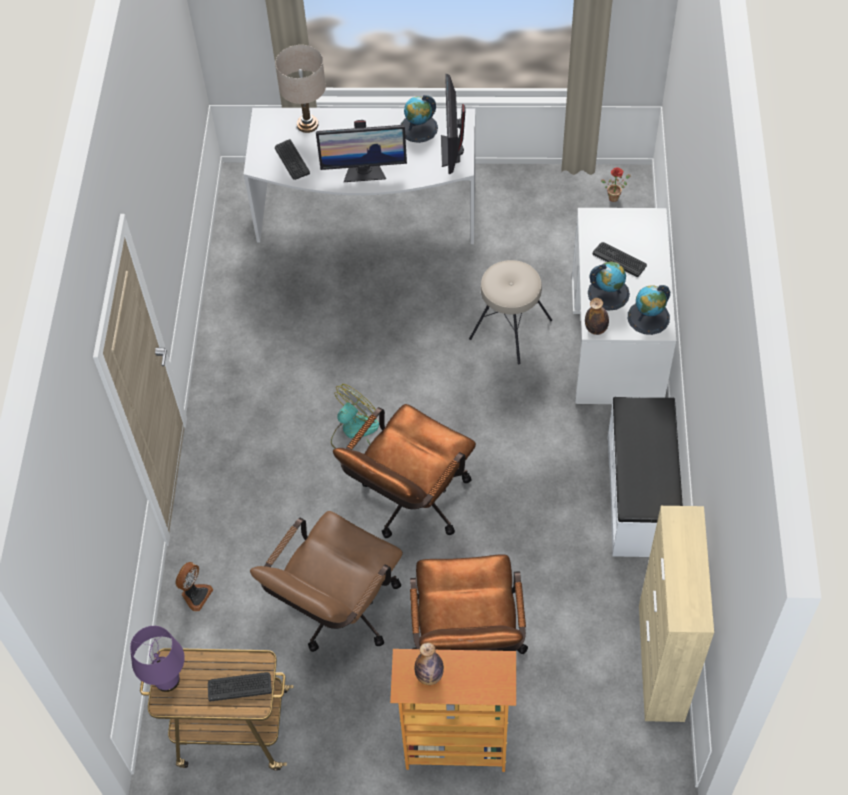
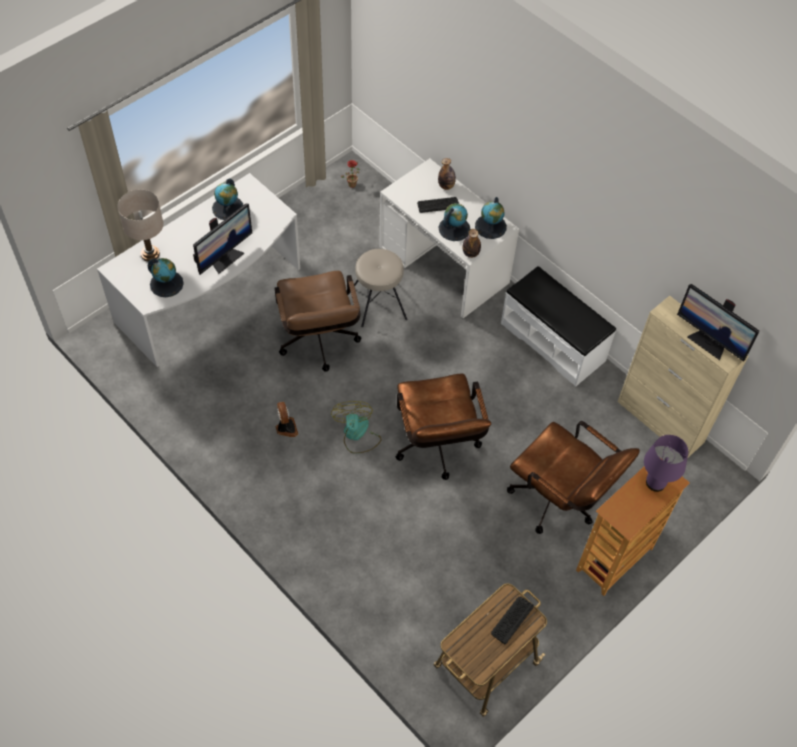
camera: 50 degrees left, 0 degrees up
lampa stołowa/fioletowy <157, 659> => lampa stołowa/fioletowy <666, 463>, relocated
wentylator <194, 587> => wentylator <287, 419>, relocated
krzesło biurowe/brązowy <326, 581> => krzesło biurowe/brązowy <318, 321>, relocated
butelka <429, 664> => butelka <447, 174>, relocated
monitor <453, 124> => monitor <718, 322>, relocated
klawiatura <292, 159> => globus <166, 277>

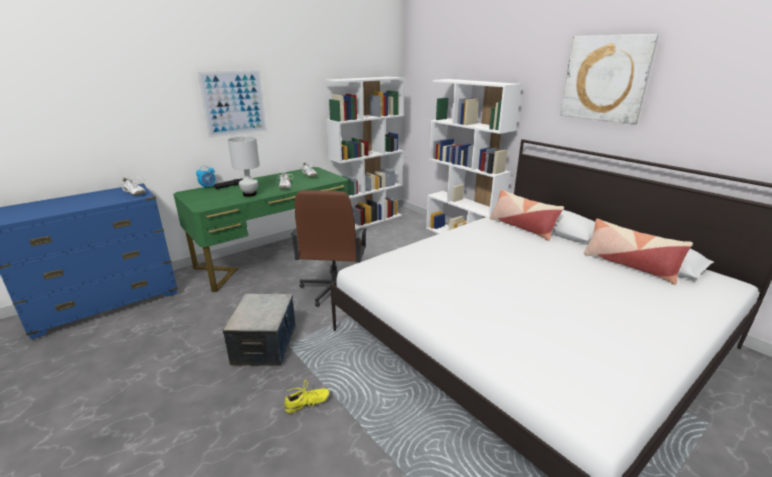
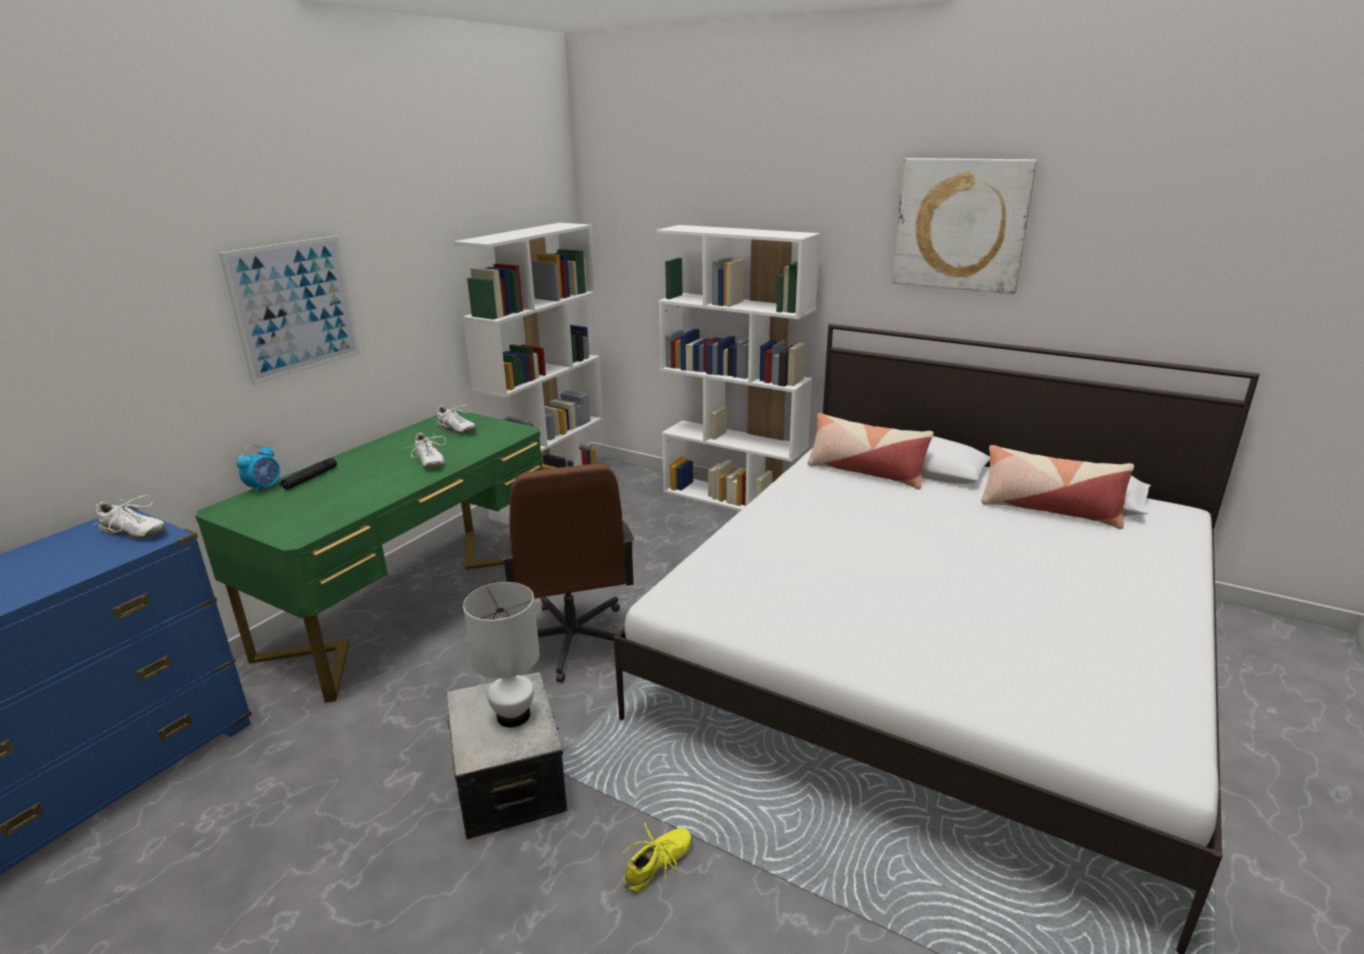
camera: 20 degrees left, 0 degrees up
lampa stołowa/biały <244, 167> => lampa stołowa/biały <501, 654>, relocated

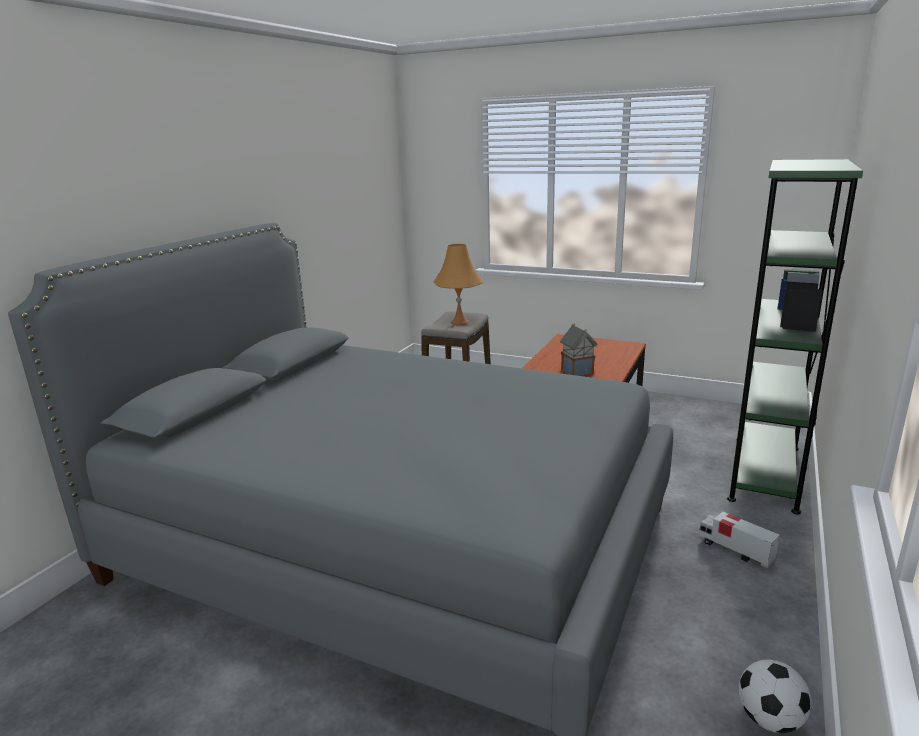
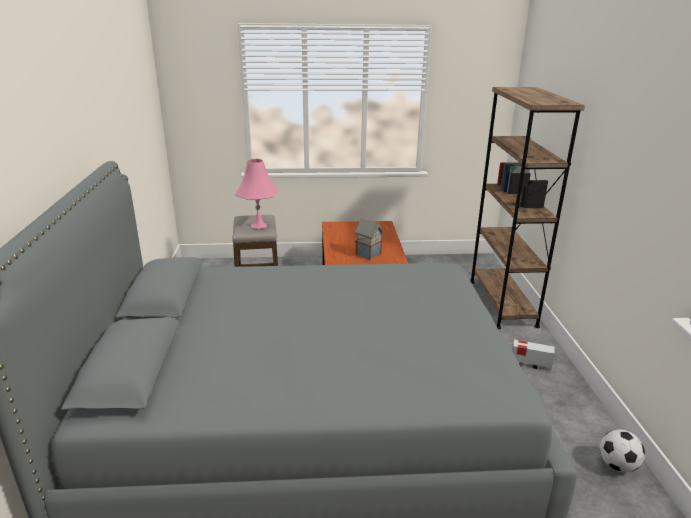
camera: 30 degrees left, 5 degrees up
lampa stołowa/pomarańczowy <458, 284> => lampa stołowa/różowy <257, 194>
regał/zielony <795, 336> => regał/brązowy <528, 208>

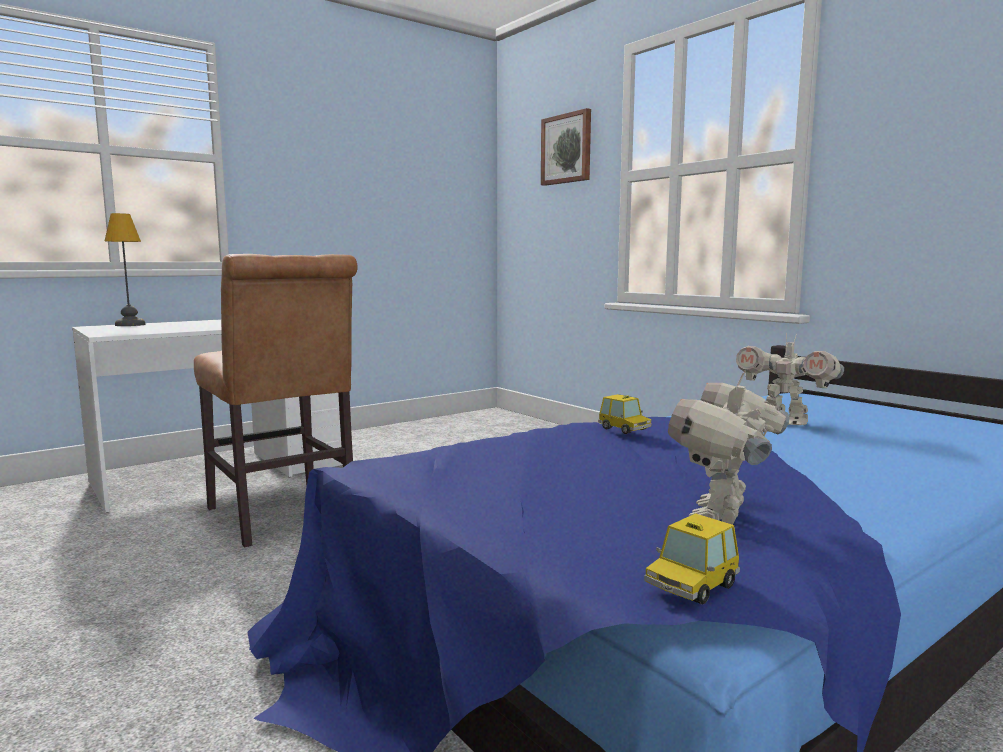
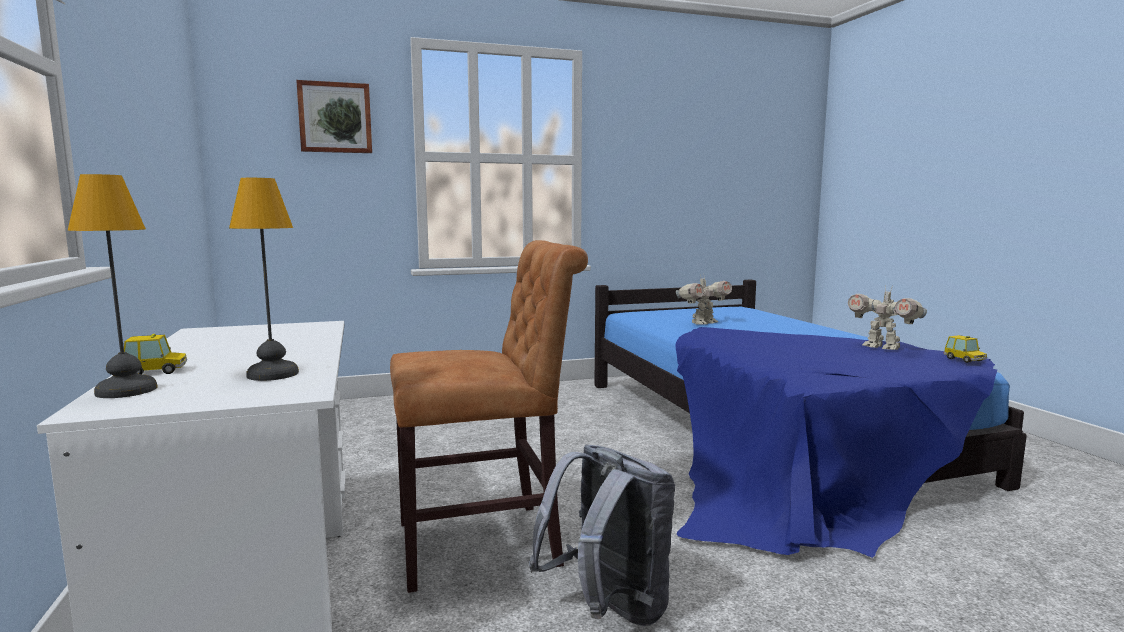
camera: 70 degrees left, 0 degrees up
nothing => lampa stołowa <264, 279>
nothing => plecak/szary <602, 535>
samochodzik <625, 414> => samochodzik <155, 354>, relocated

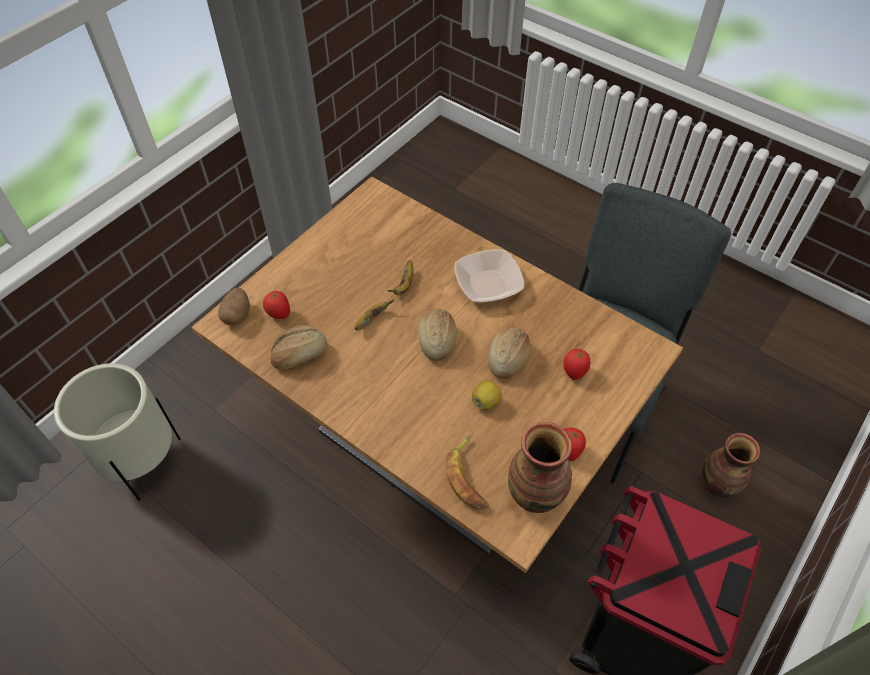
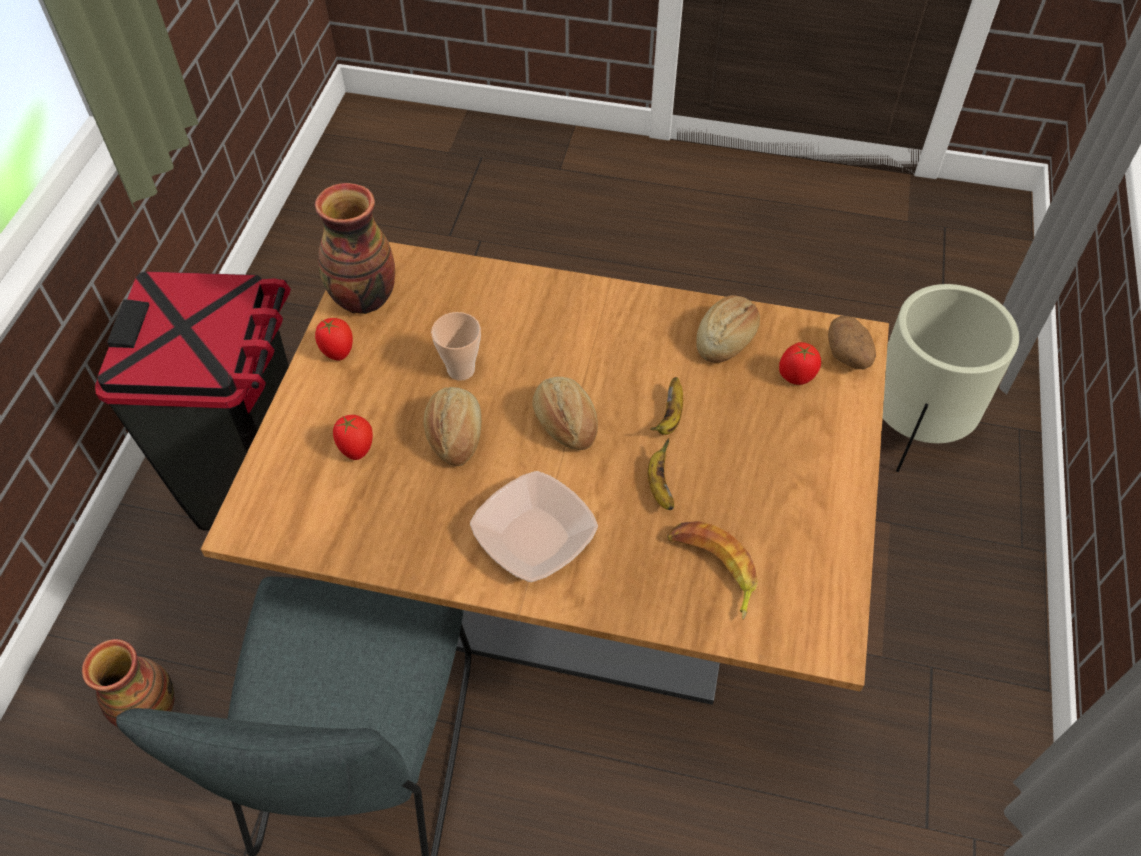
camera: 155 degrees right, 0 degrees up
banan <467, 472> => banan <712, 570>, relocated
cytryna <487, 395> => filiżanka <456, 346>

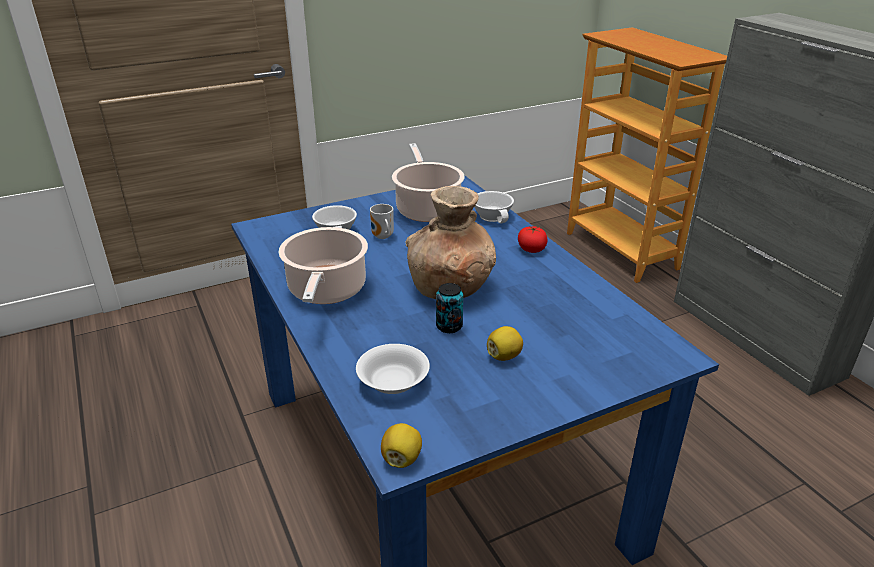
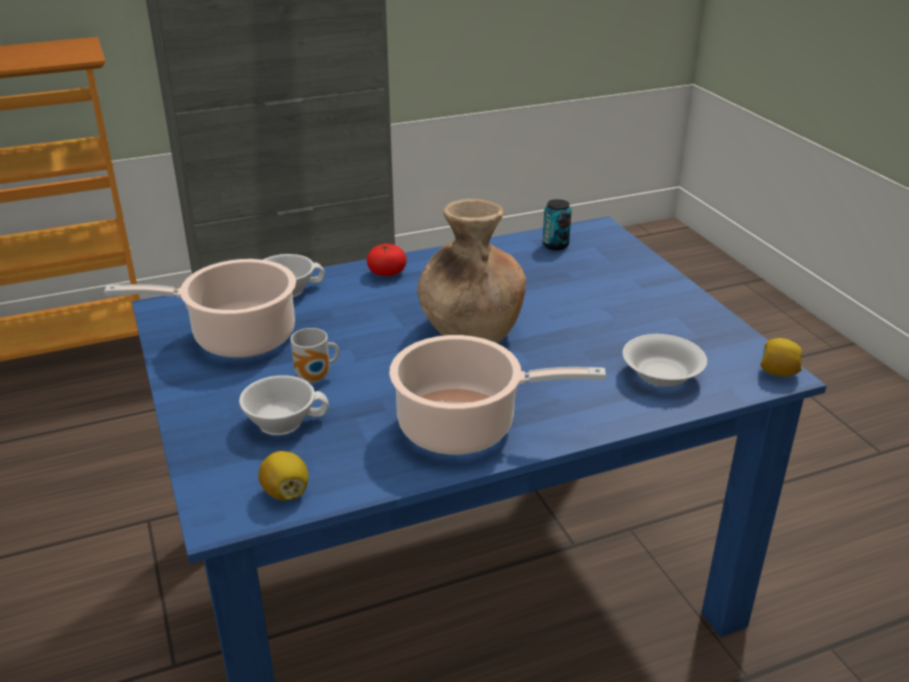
camera: 85 degrees left, 0 degrees up
puszka <449, 308> => puszka <557, 224>, relocated
cytryna <505, 343> => cytryna <283, 476>, relocated

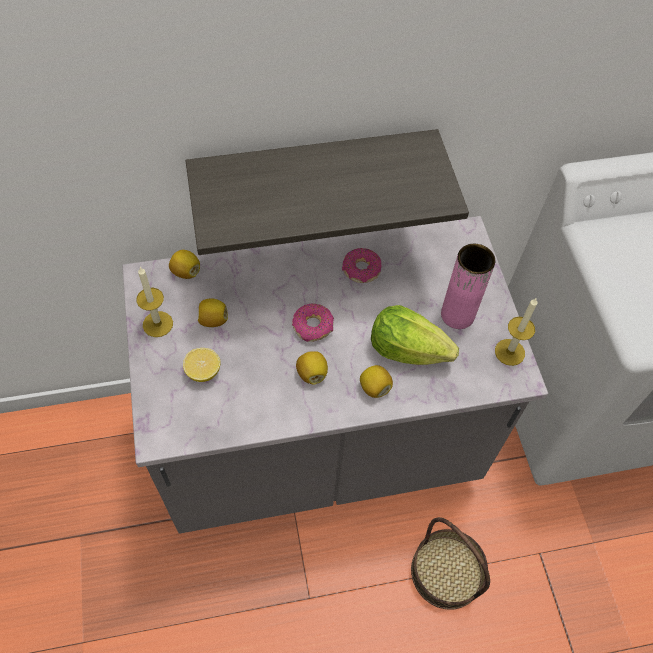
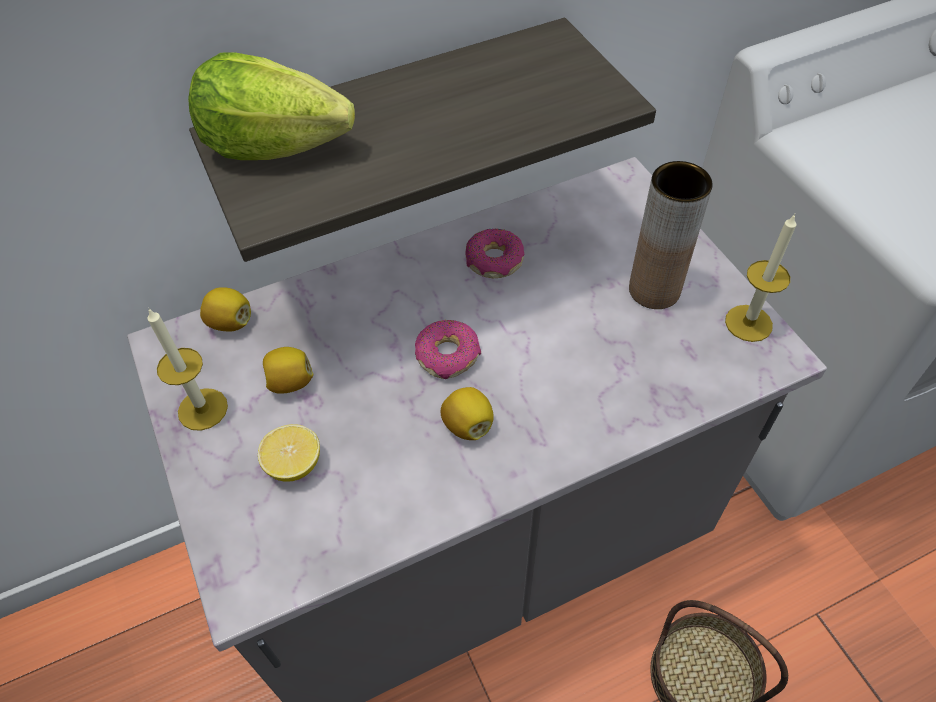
camera: 10 degrees left, 5 degrees down
cytryna <376, 381> => nothing
sałata <415, 335> => sałata <271, 106>, relocated
wazon/różowy <468, 286> => wazon/brązowy <671, 235>

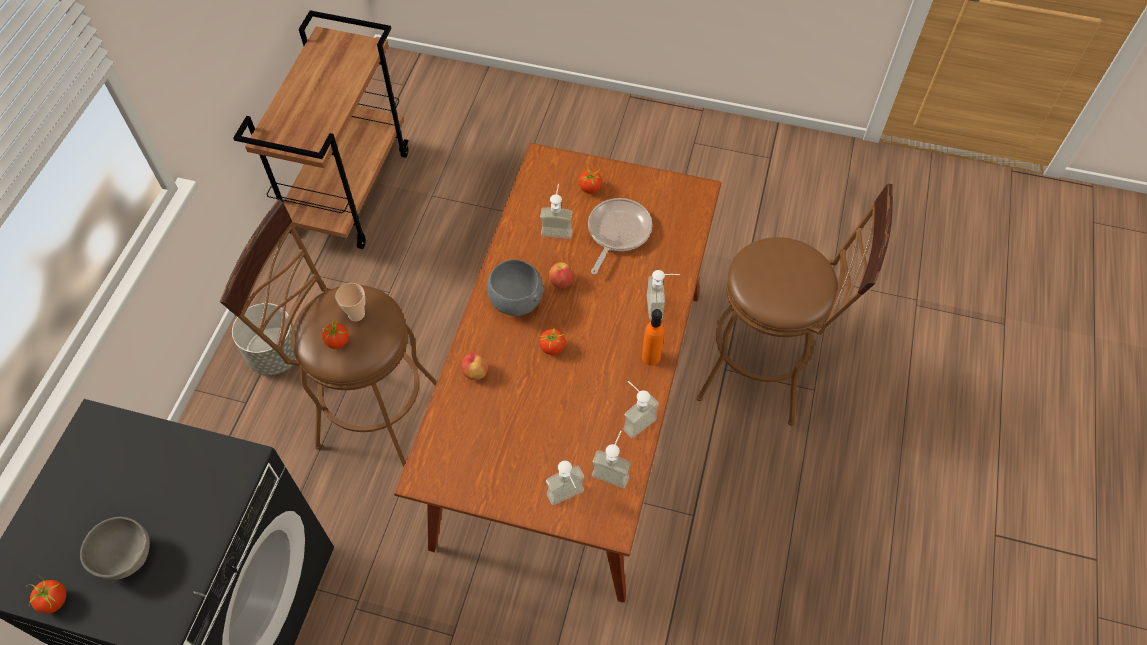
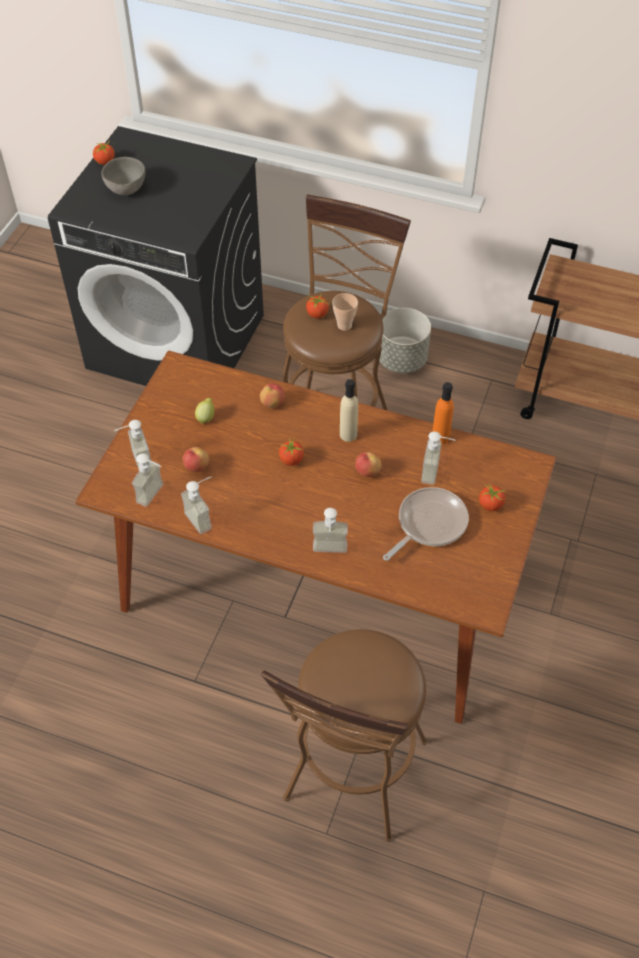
camera: 95 degrees right, 5 degrees down
nothing => jabłko <195, 459>
nothing => cytryna <204, 411>
butelka/pomarańczowy <653, 337> => butelka/pomarańczowy <443, 413>, relocated
miska/szary <515, 288> => butelka/beżowy <349, 410>
patelnia <620, 236> => patelnia <426, 524>, 75 degrees counterclockwise

